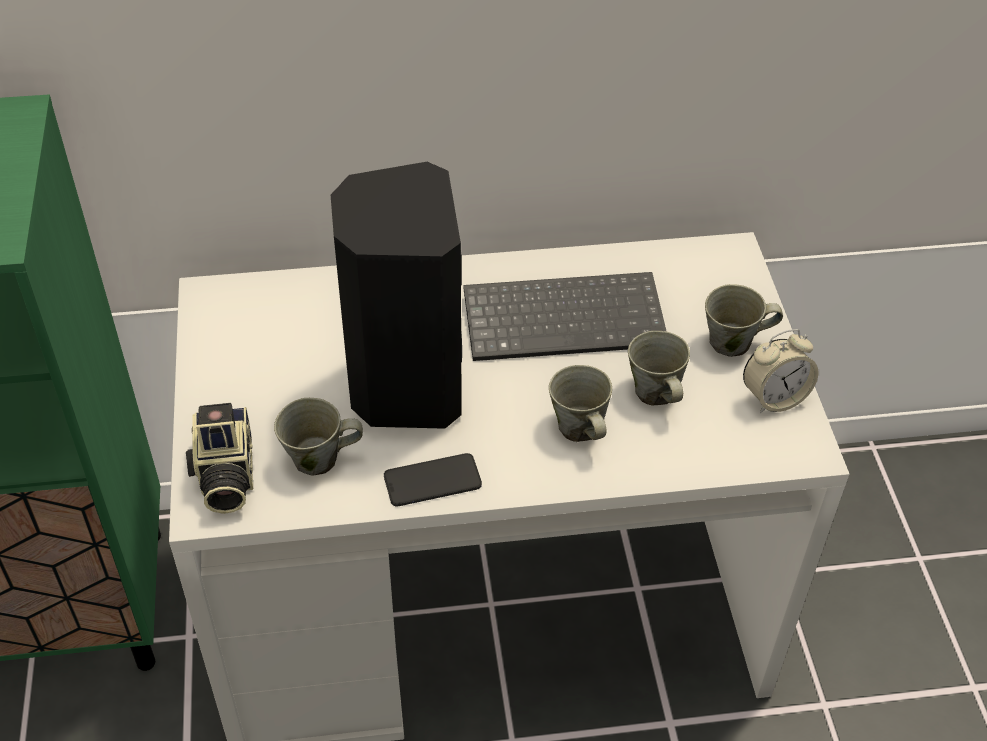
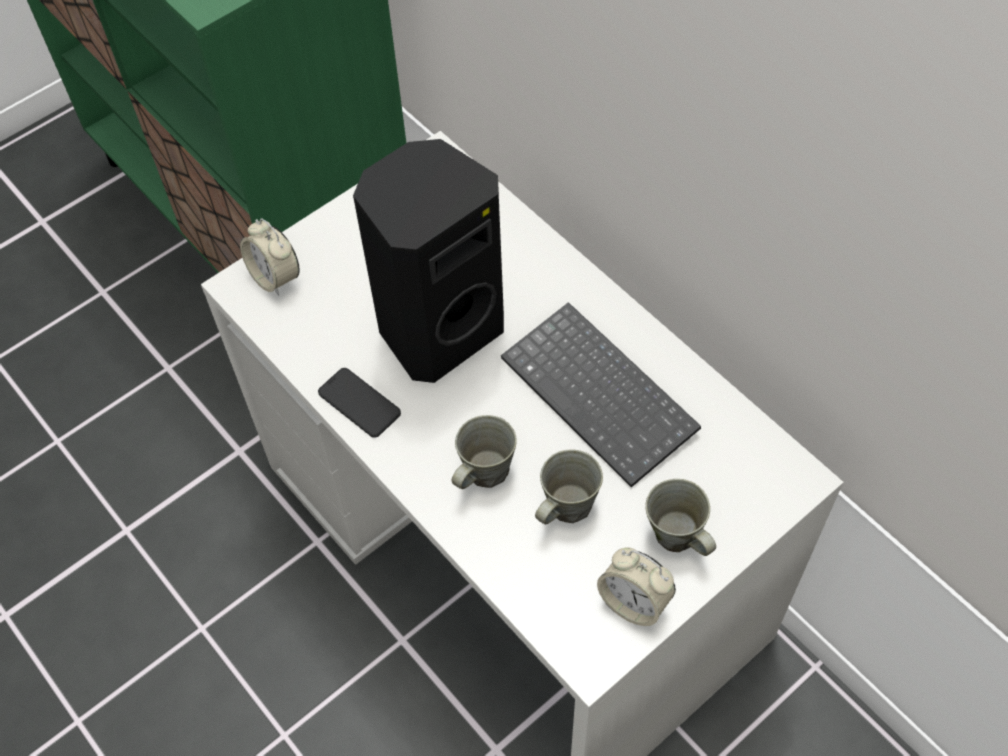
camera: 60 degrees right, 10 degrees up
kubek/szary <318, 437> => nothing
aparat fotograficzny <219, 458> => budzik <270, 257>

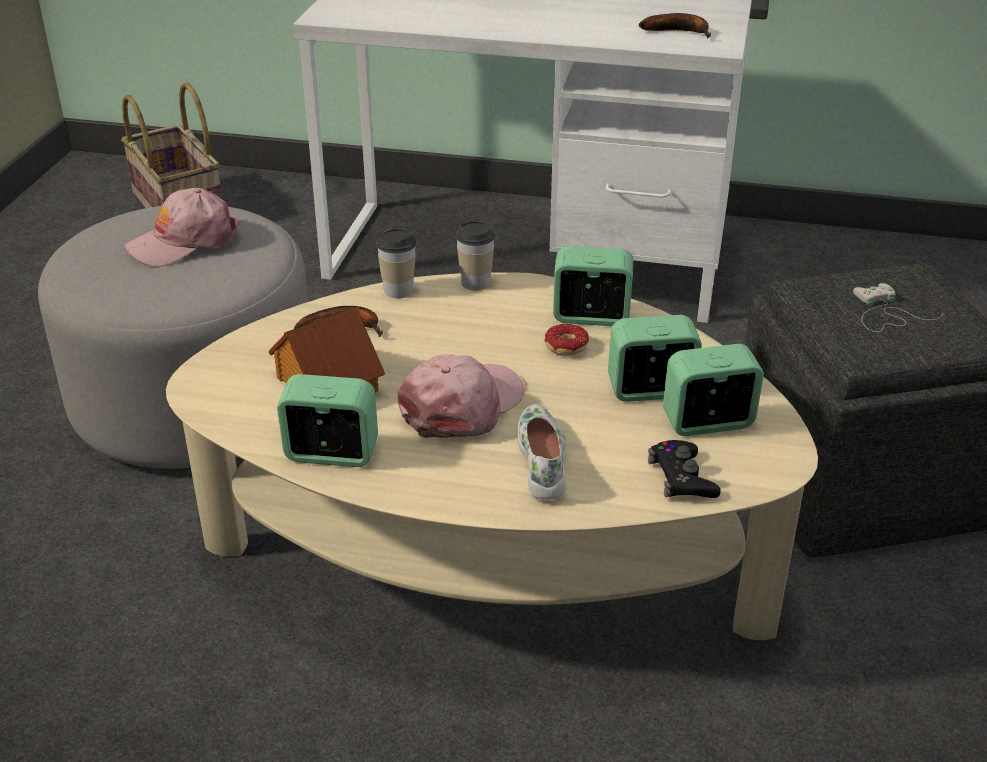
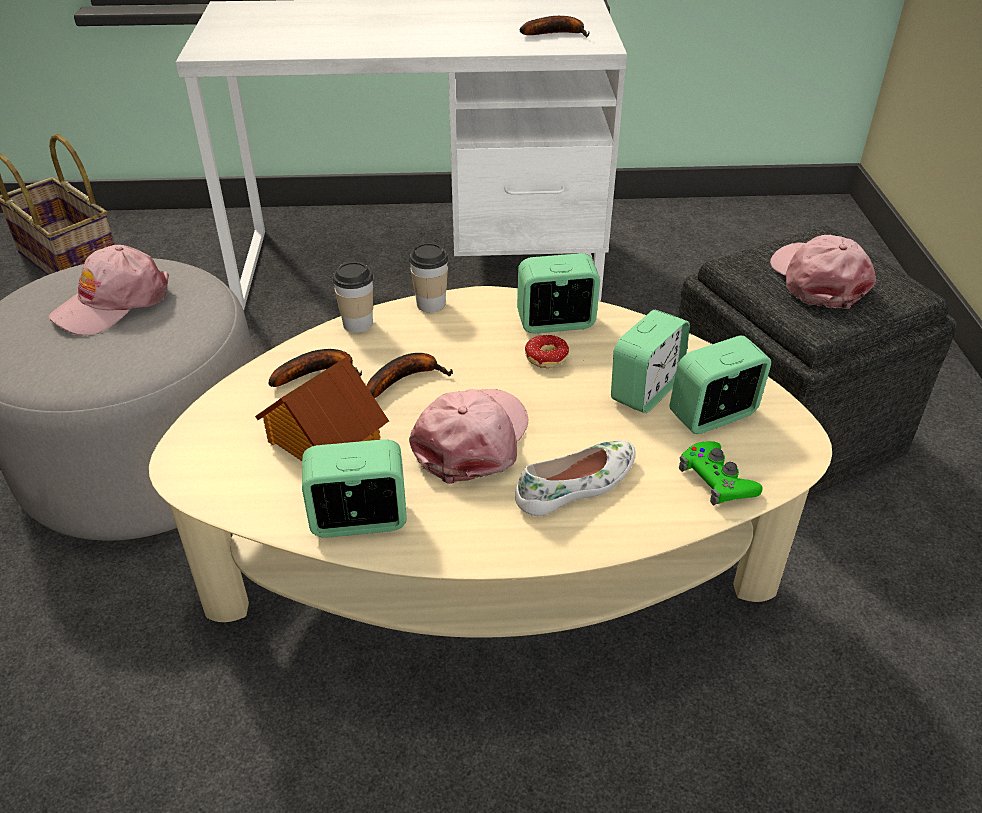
camera: 15 degrees left, 5 degrees up
nothing => banan <409, 375>
pad do gier/biały <898, 307> => czapka z daszkiem/różowy <823, 272>
pad do gier/czarny <684, 469> => pad do gier/zielony <721, 473>
but/biały <542, 452> => but/biały <575, 478>, 75 degrees clockwise
budzik <655, 358> => budzik <650, 361>, 150 degrees clockwise

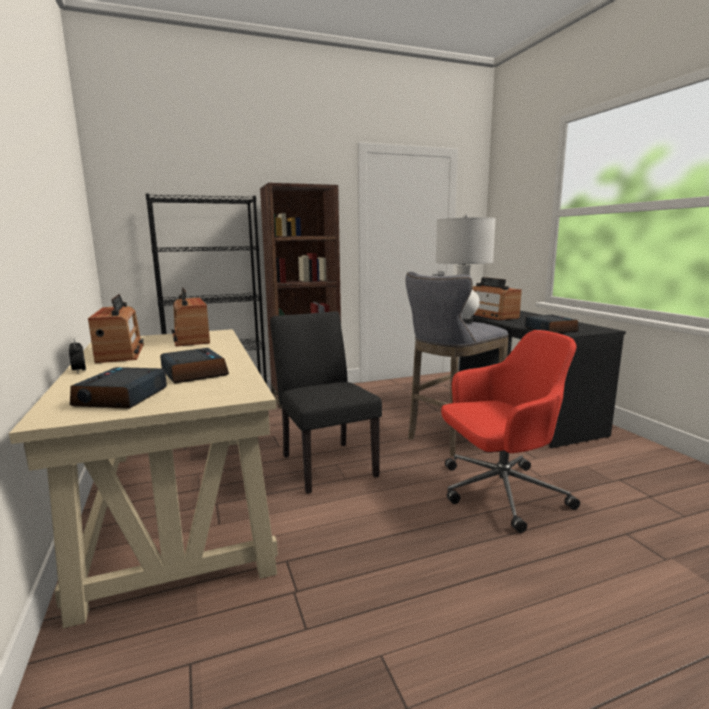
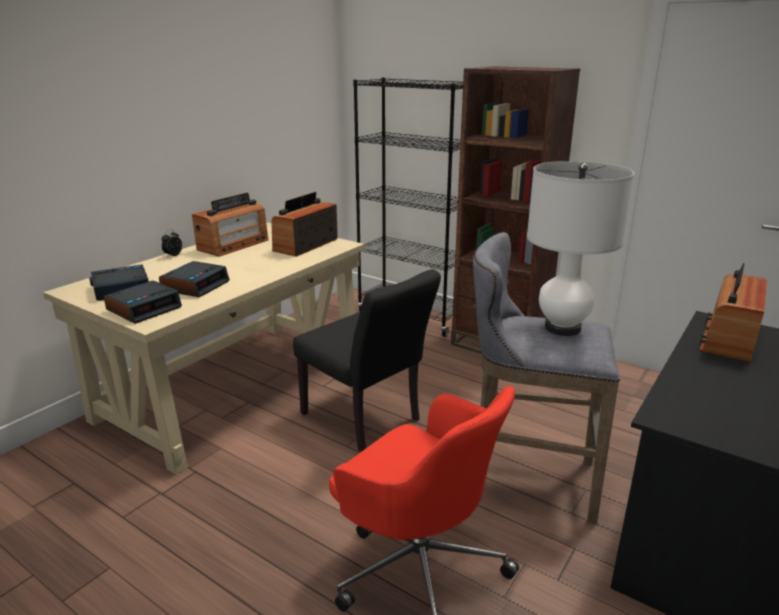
camera: 55 degrees right, 10 degrees up
budzik <552, 324> => budzik <143, 302>, relocated
krzesło/czarny <326, 402> => krzesło/czarny <367, 360>, 105 degrees clockwise

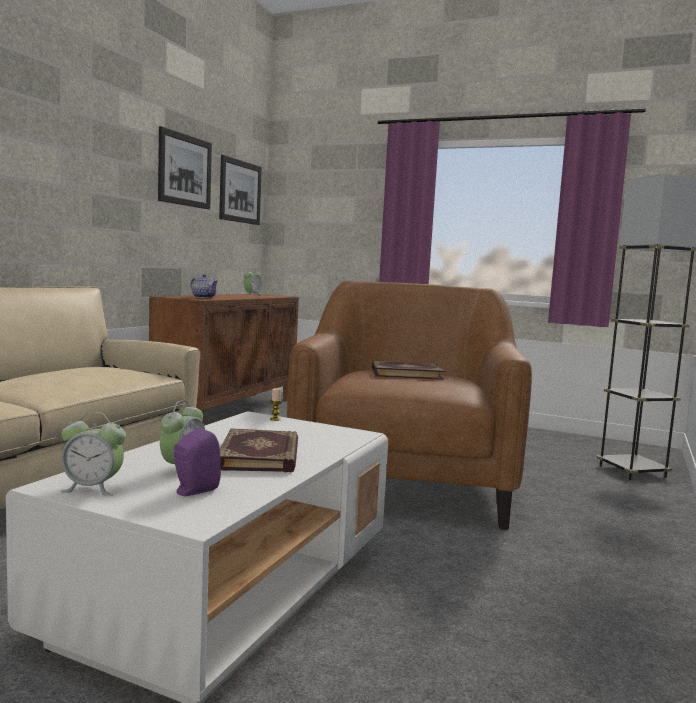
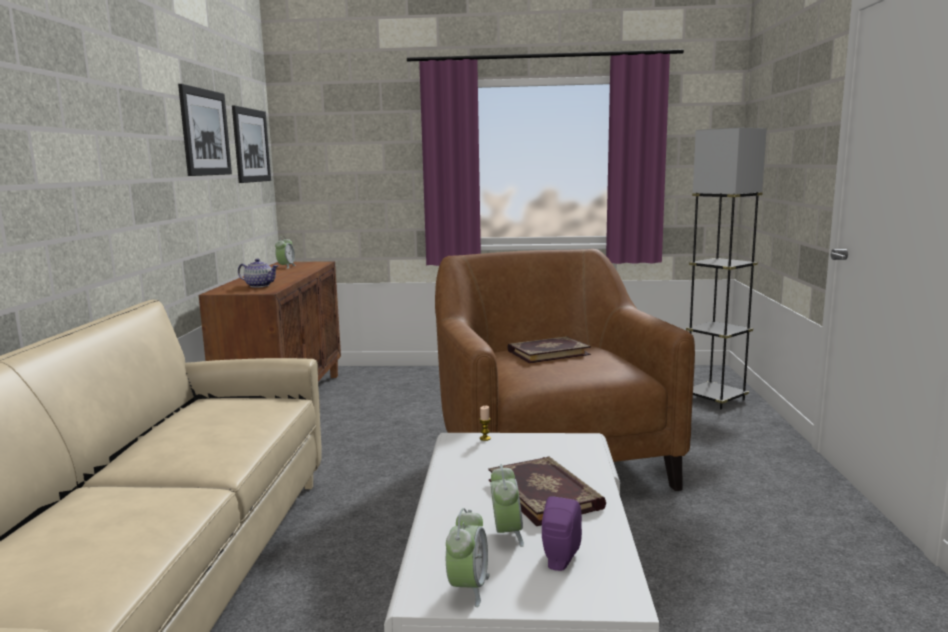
camera: 20 degrees left, 5 degrees up
budzik <93, 454> => budzik <468, 557>, 60 degrees counterclockwise

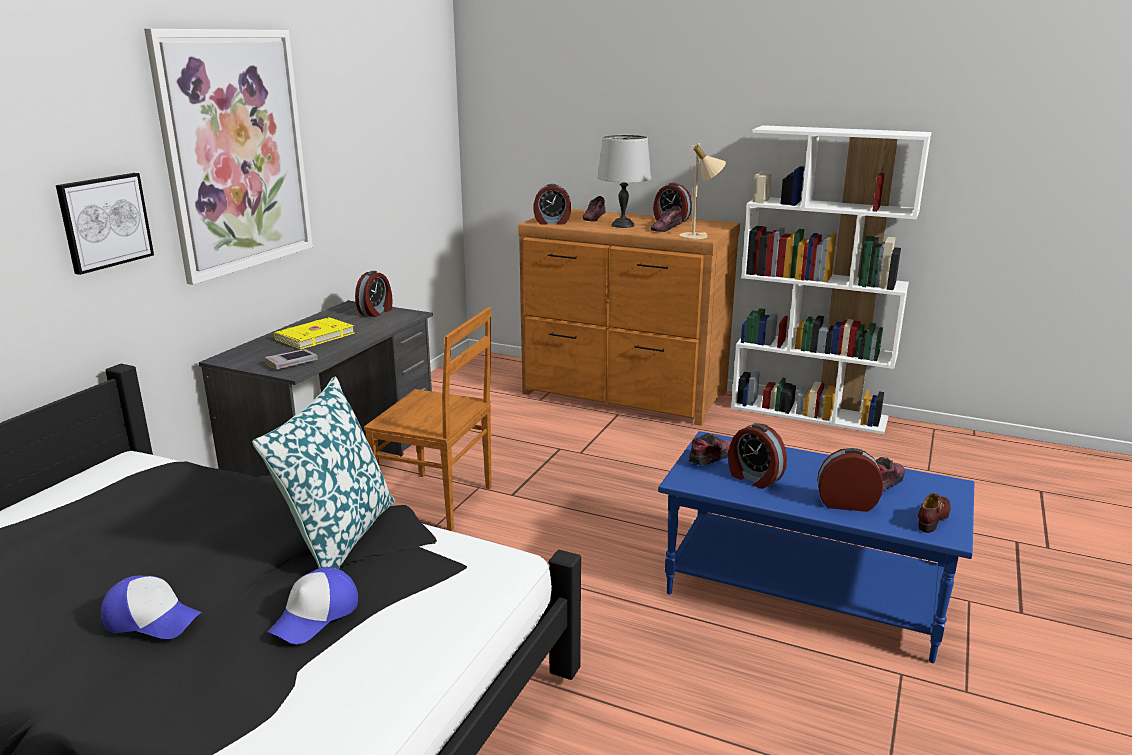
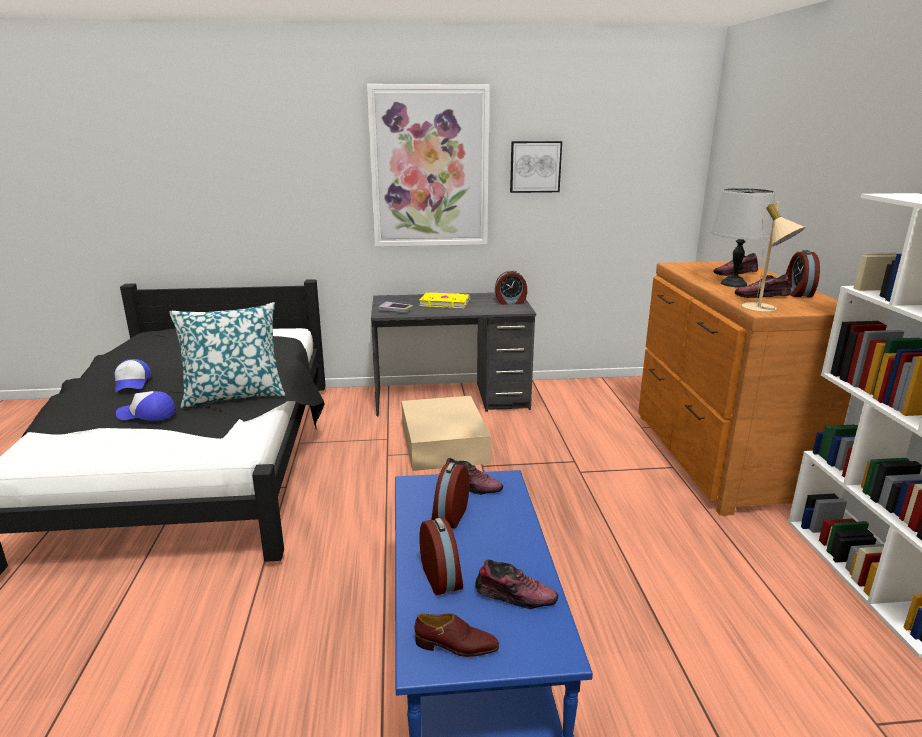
camera: 60 degrees right, 0 degrees up
budzik <552, 204> => nothing
obraz <105, 224> => obraz <536, 167>, relocated
krzesło/brązowy <428, 419> => pojemnik do przechowywania/beżowy <446, 433>

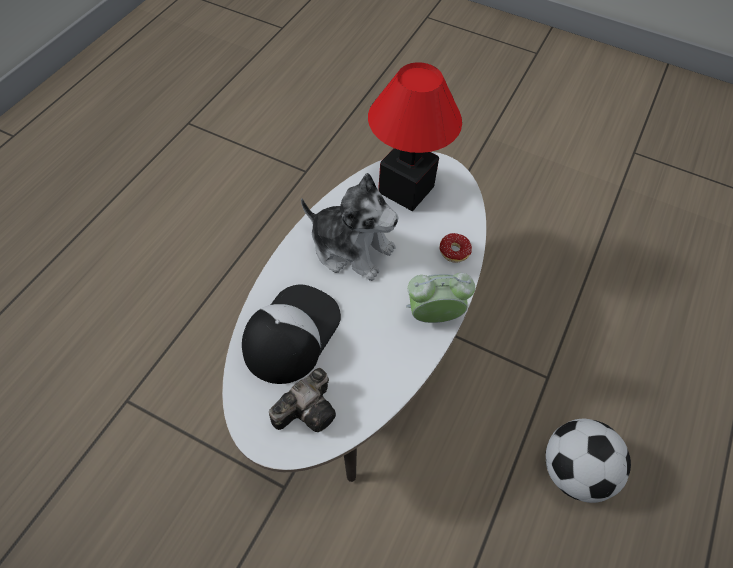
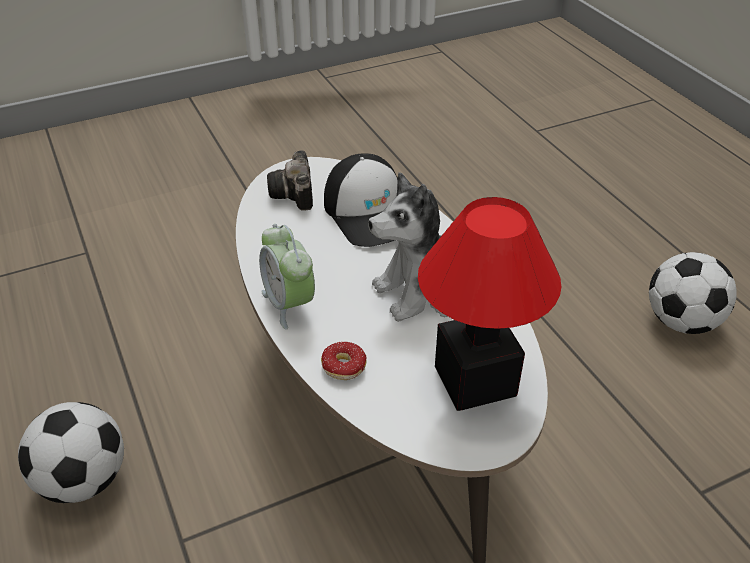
camera: 130 degrees right, 15 degrees down
nothing => piłka futbolowa <693, 293>
budzik <440, 298> => budzik <287, 277>, 120 degrees clockwise

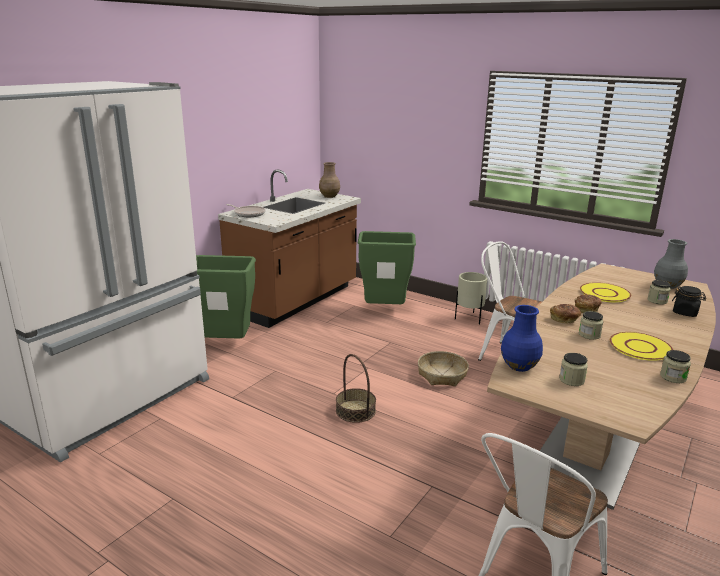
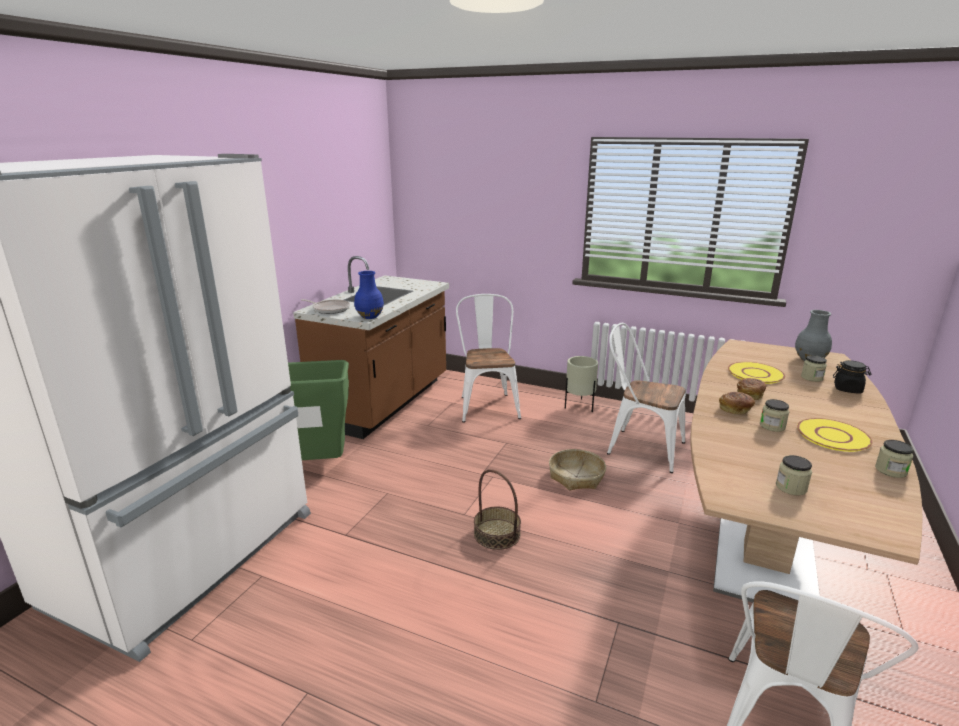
camera: 10 degrees left, 0 degrees up
wazon/brązowy <329, 180> => nothing
wazon/niebieski <522, 338> => wazon/niebieski <369, 295>, relocated
kosz na śmieci/zielony <387, 267> => krzesło/biały <488, 358>

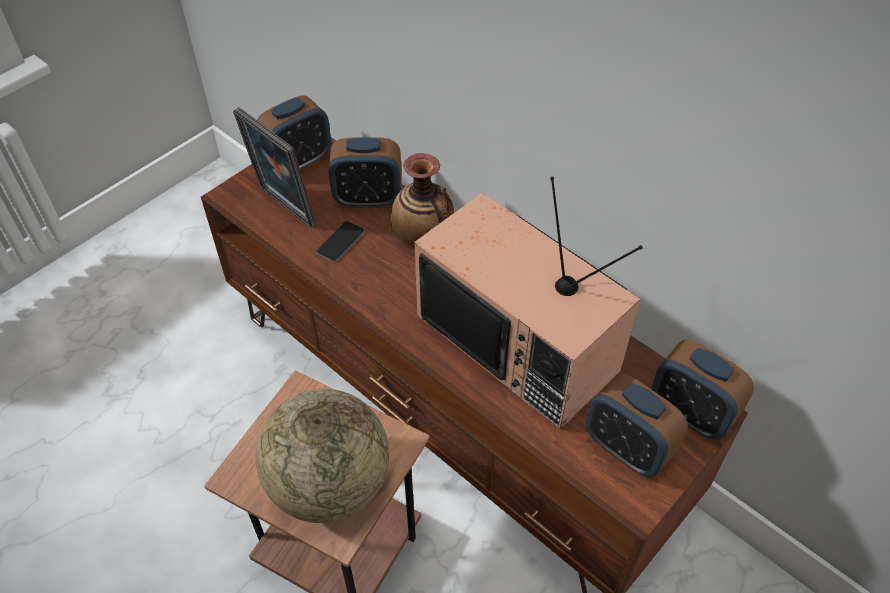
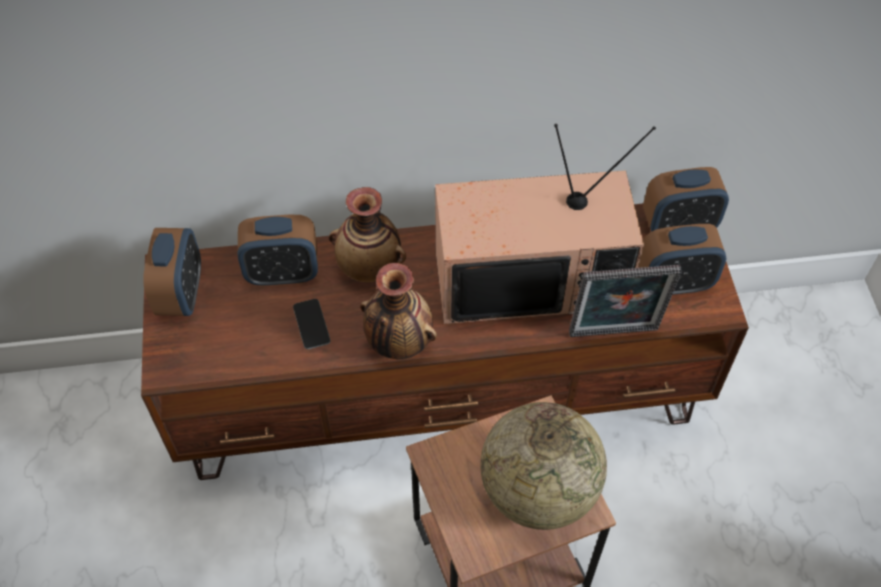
camera: 50 degrees left, 5 degrees up
nothing => wazon <398, 311>
ramka na zdjęcie <274, 167> => ramka na zdjęcie <625, 301>, relocated
budzik <365, 172> => budzik <278, 250>, 45 degrees clockwise

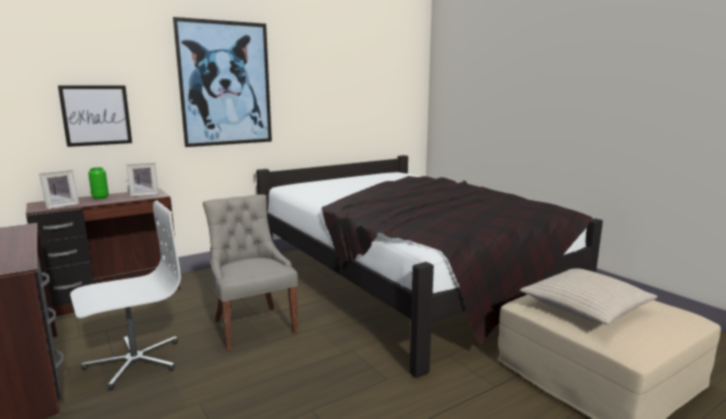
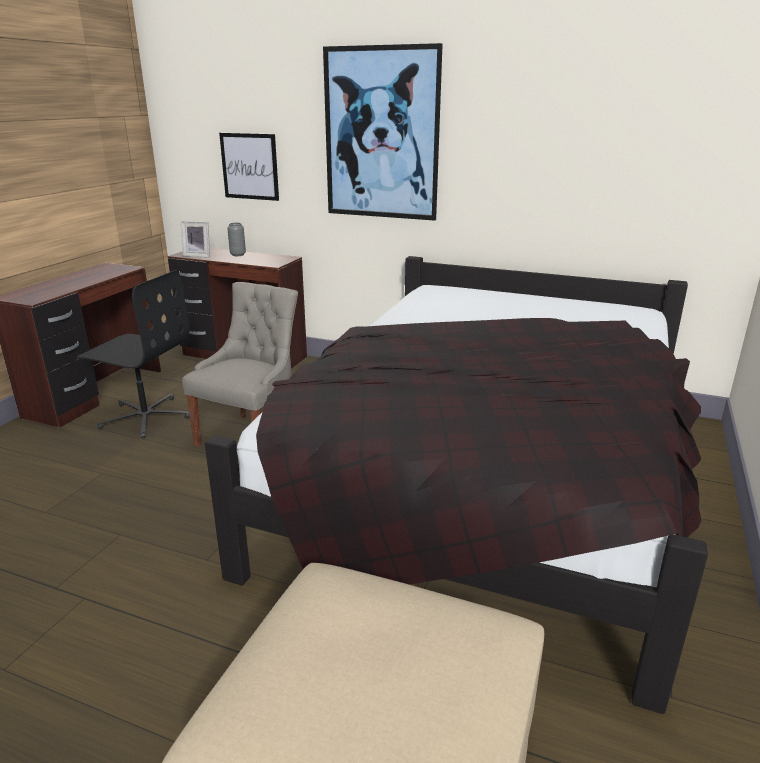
camera: 55 degrees right, 10 degrees up
ramka na zdjęcie <142, 179> => nothing
poduszka/beżowy <589, 296> => nothing
krzesło biurowe/biały <125, 295> => krzesło biurowe/czarny <133, 354>
wazon/zielony <98, 183> => wazon/szary <236, 239>

